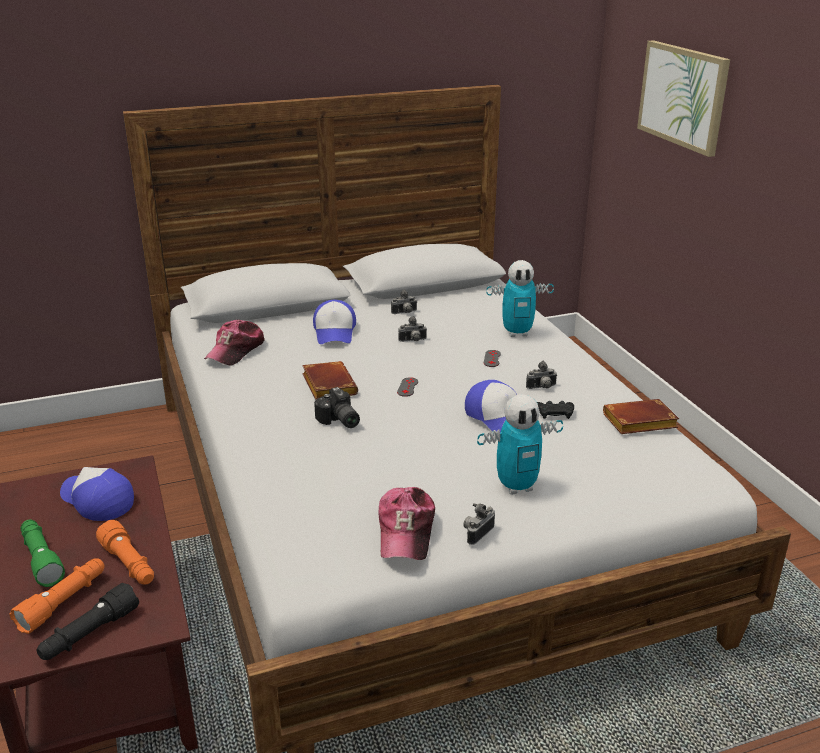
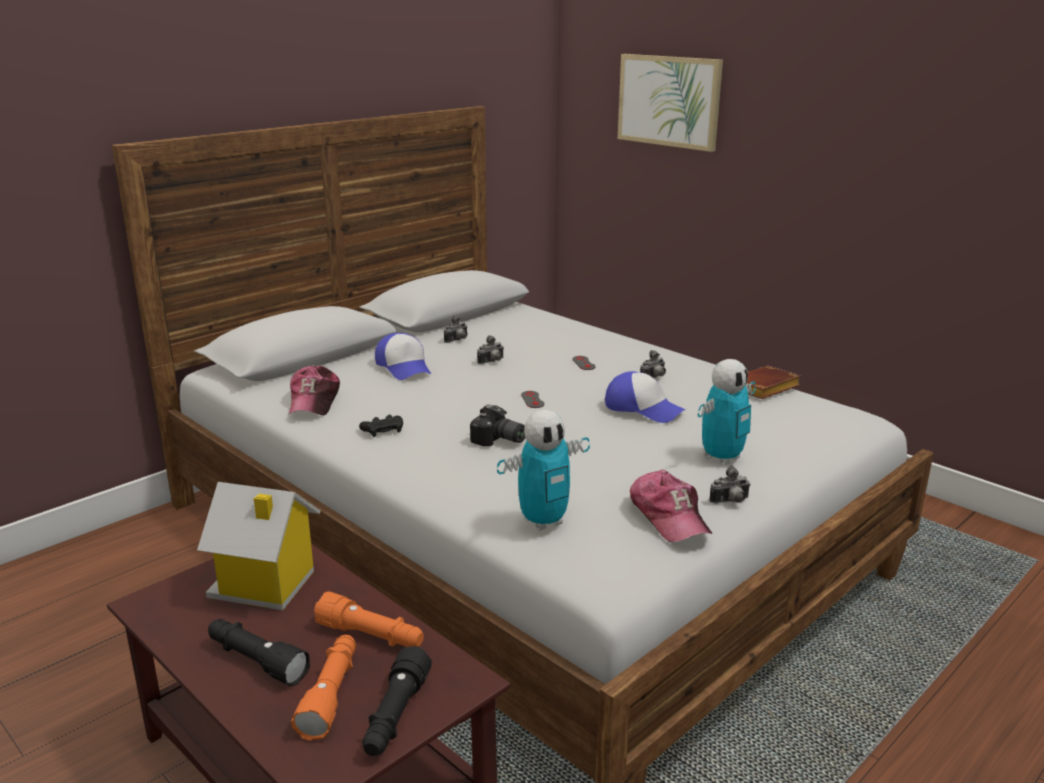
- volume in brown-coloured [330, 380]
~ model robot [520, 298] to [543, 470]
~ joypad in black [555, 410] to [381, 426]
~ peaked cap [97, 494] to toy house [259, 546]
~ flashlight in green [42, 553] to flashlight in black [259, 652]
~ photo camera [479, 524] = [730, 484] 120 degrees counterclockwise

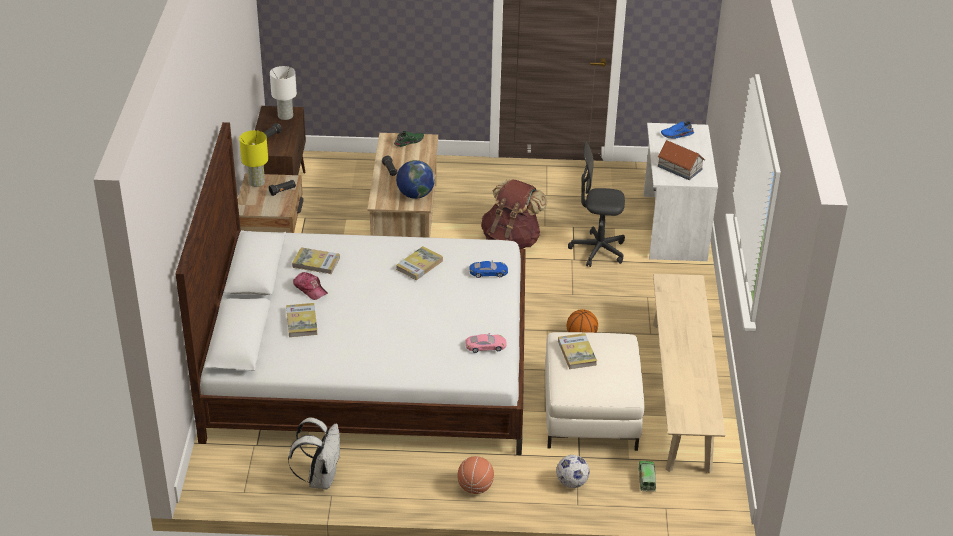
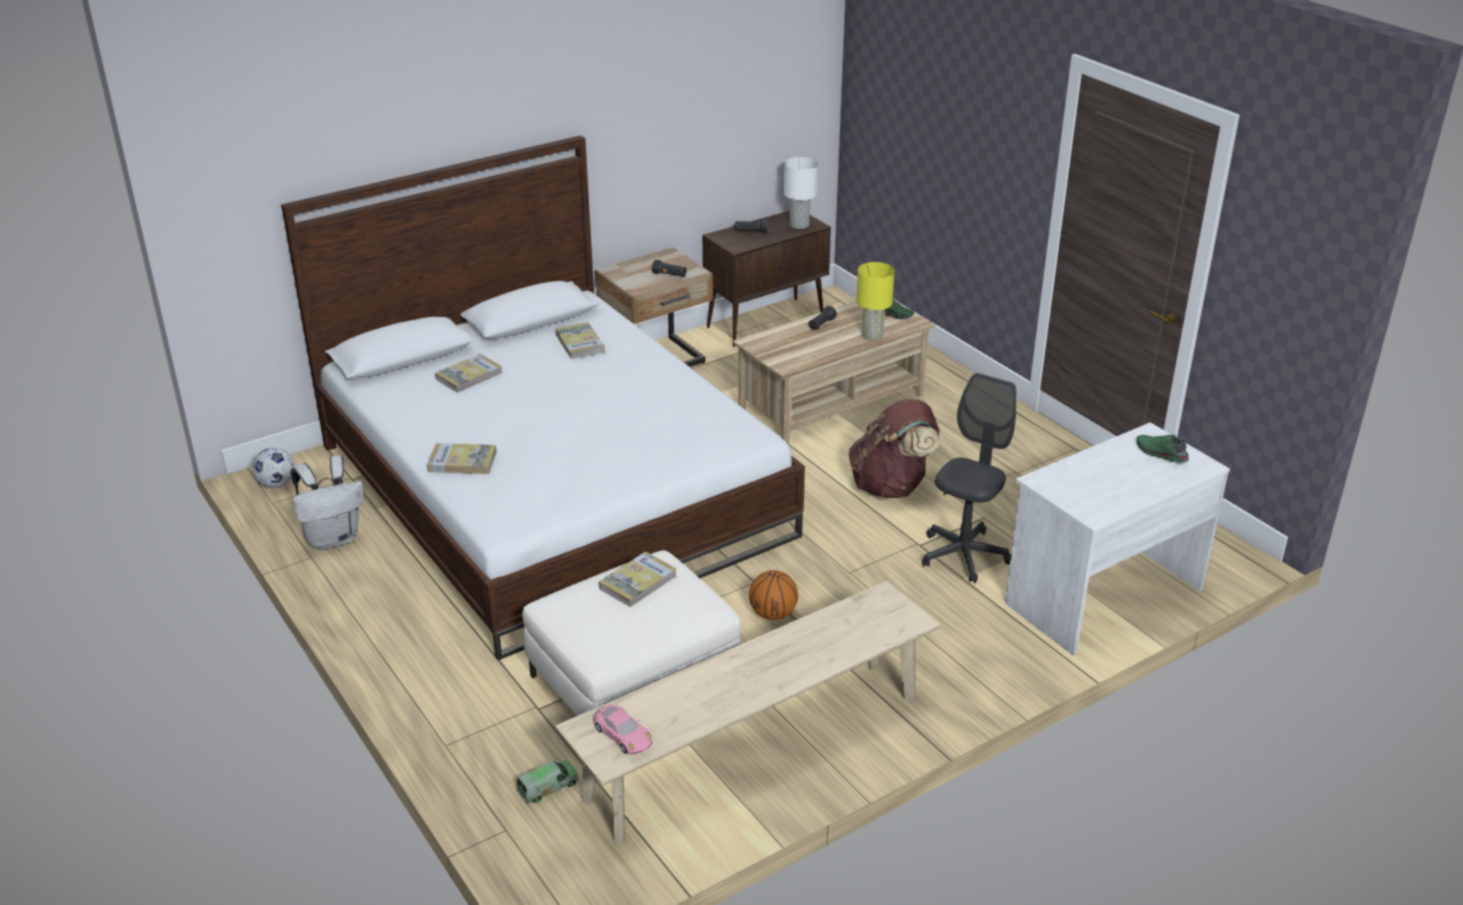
- peaked cap [310, 286]
- world globe [415, 179]
- ball for basketball [475, 475]
- toy car in blue [489, 269]
- toy house [681, 160]
~ tabletop lamp in yellowish [253, 158] to [875, 301]
~ volume [419, 263] to [462, 458]
~ toy car in pink-coloured [486, 343] to [623, 730]
~ football ball [573, 471] to [274, 468]
~ low shoe in blue [677, 130] to low shoe in green [1163, 449]
~ desk chair in grey [596, 204] = [969, 478] 60 degrees clockwise

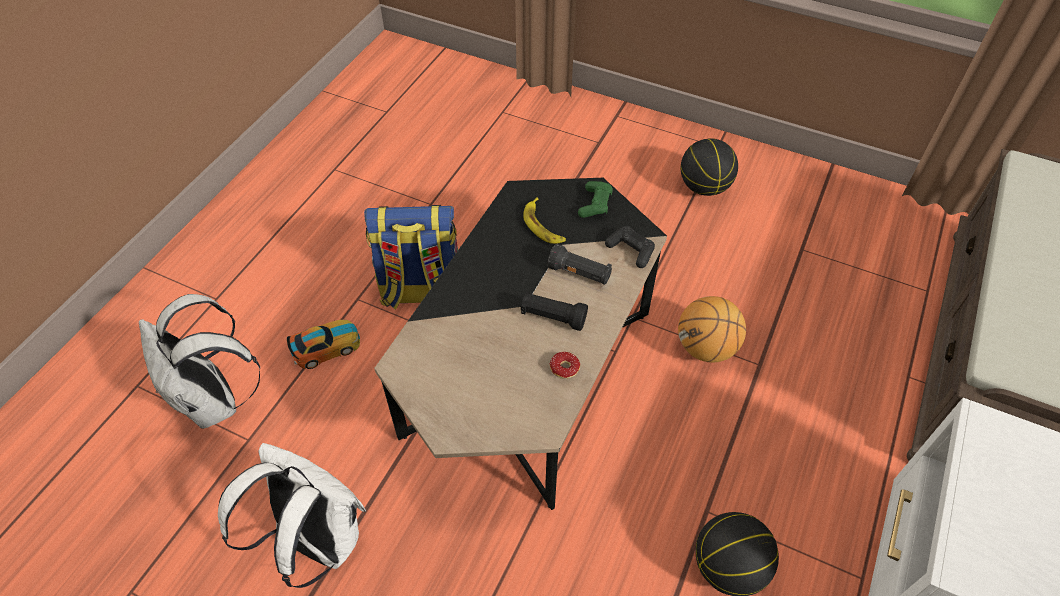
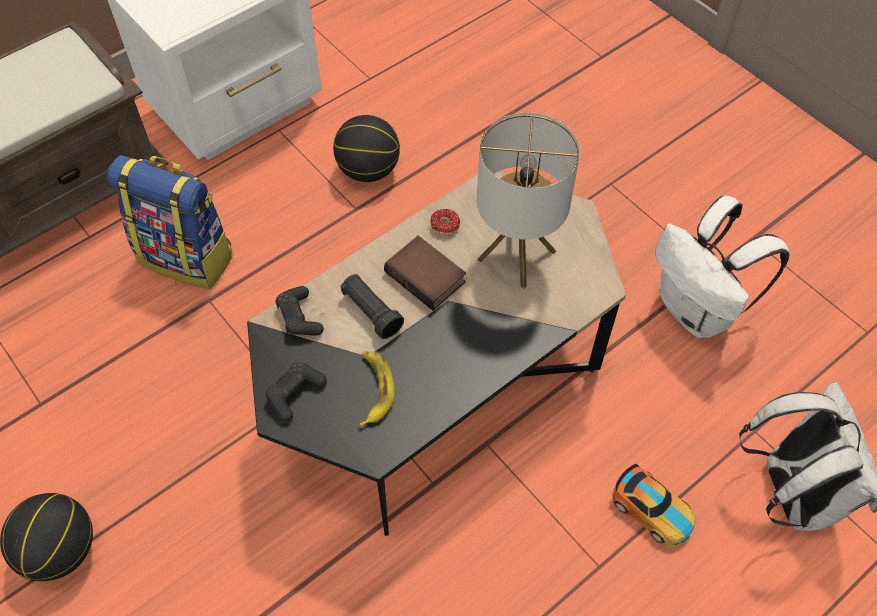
- ball for basketball [712, 329]
+ tabletop lamp [528, 201]
~ backpack [411, 257] to [170, 222]
~ flashlight in black [554, 311] to volume [425, 273]
~ joypad in green [595, 199] to joypad in black [296, 392]
~ toy car [323, 344] = [654, 506] 135 degrees counterclockwise

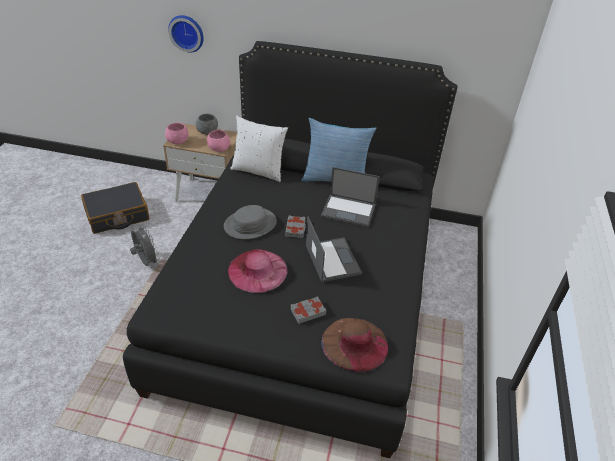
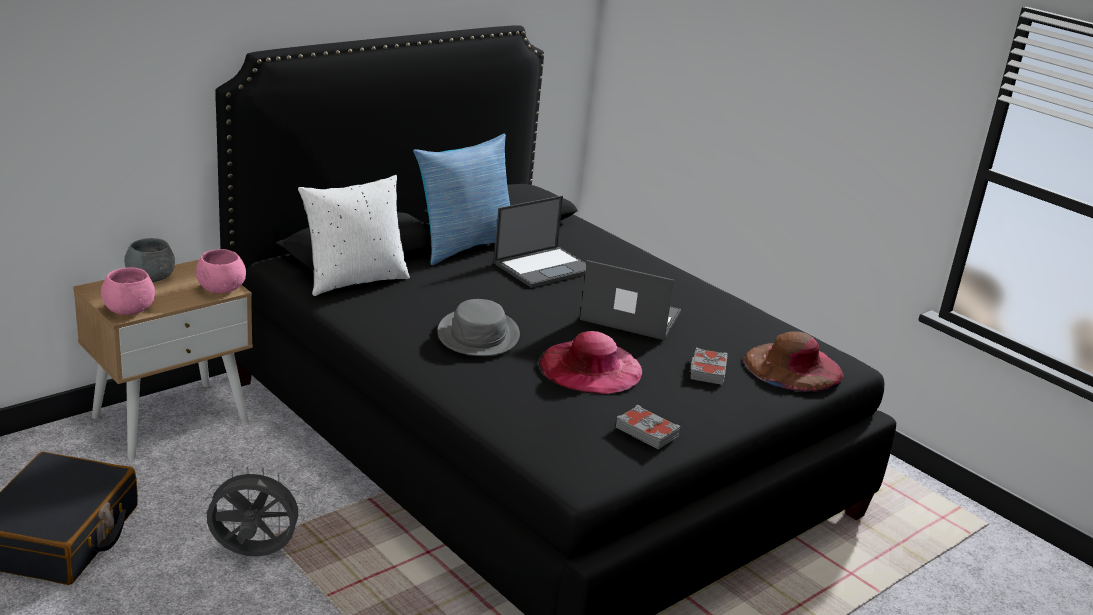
- hanging clock [186, 34]
~ volume in grey [295, 226] to [648, 427]

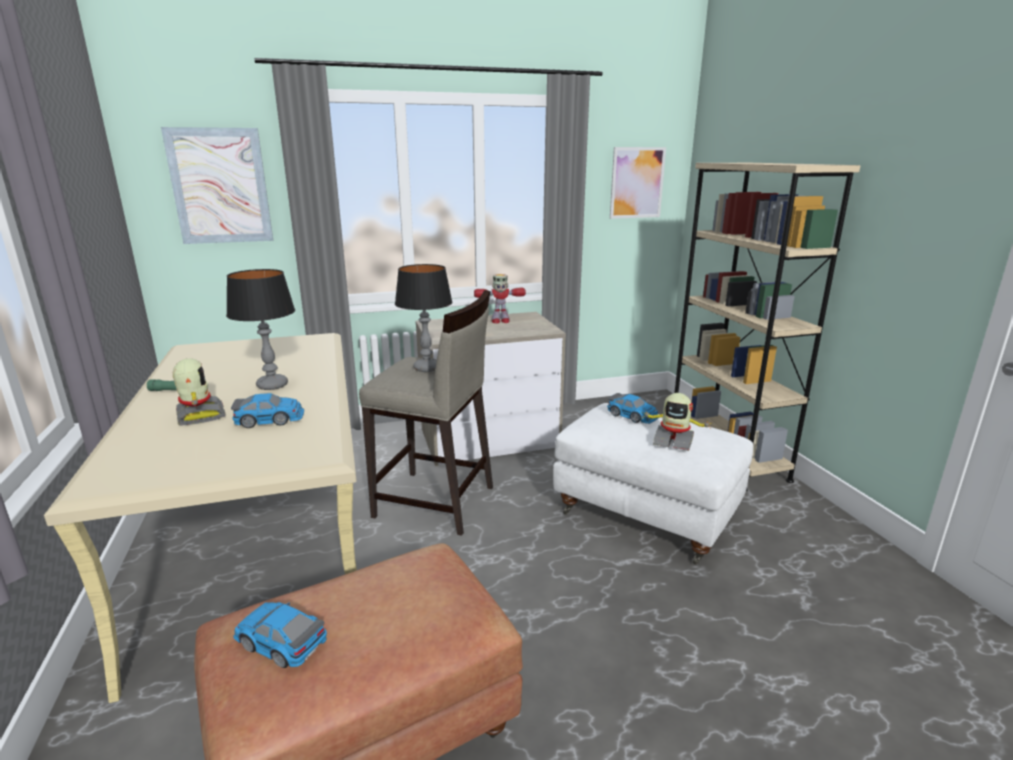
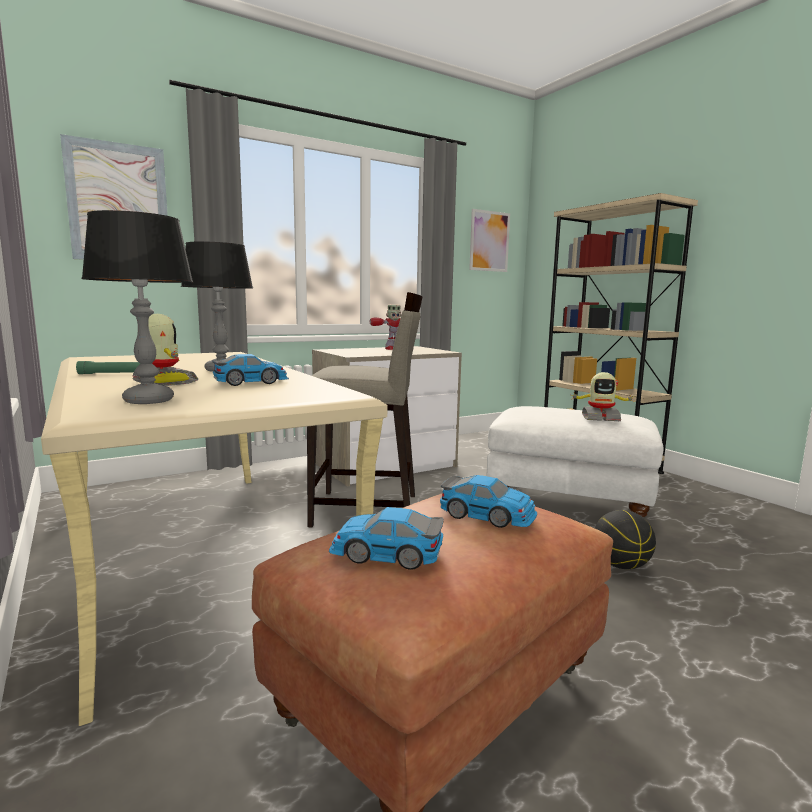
+ ball for basketball [625, 539]
~ tabletop lamp [424, 318] to [137, 307]
~ toy car [632, 408] to [488, 501]

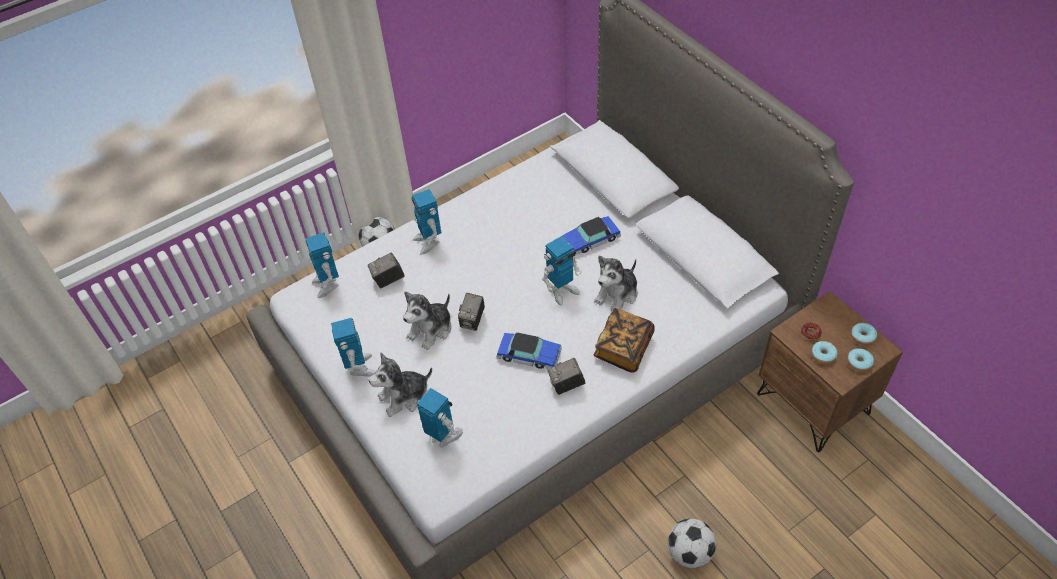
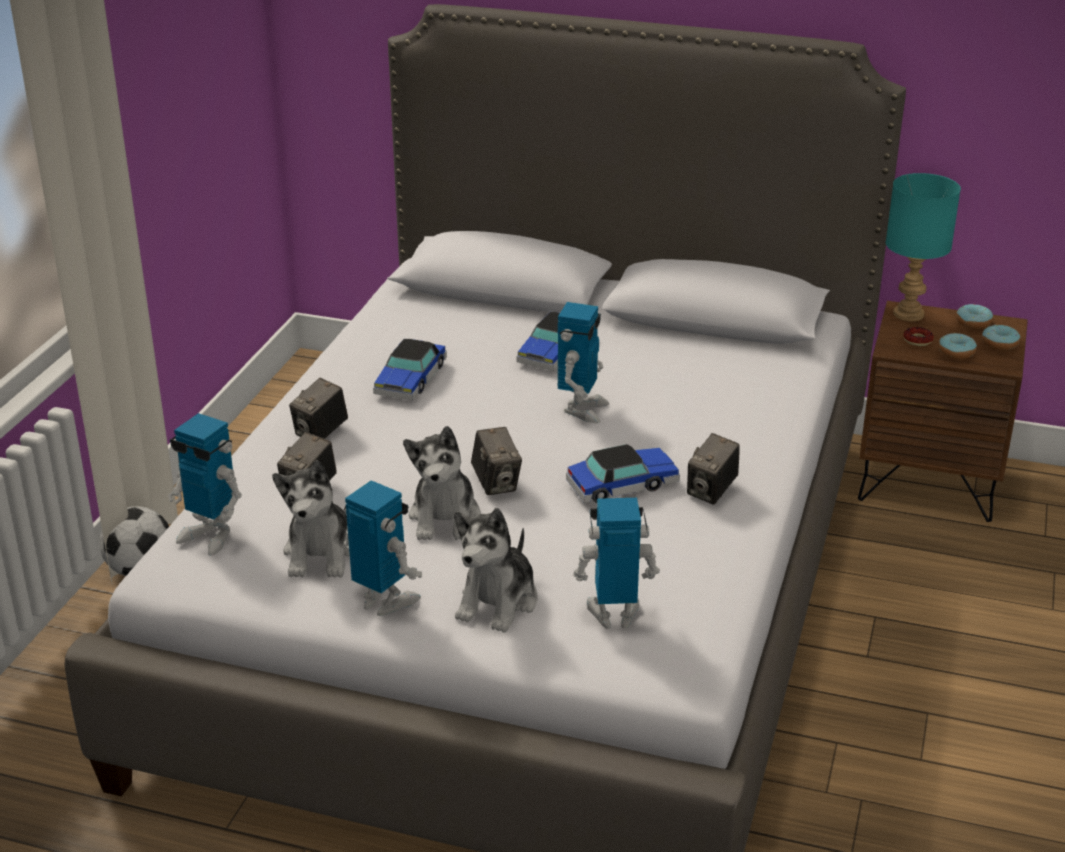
- volume [624, 340]
- football ball [692, 543]
+ toy car [410, 370]
+ tabletop lamp in turquoise [923, 247]
~ cuddly toy [615, 283] to [311, 519]
~ model robot [426, 222] to photo camera [318, 408]

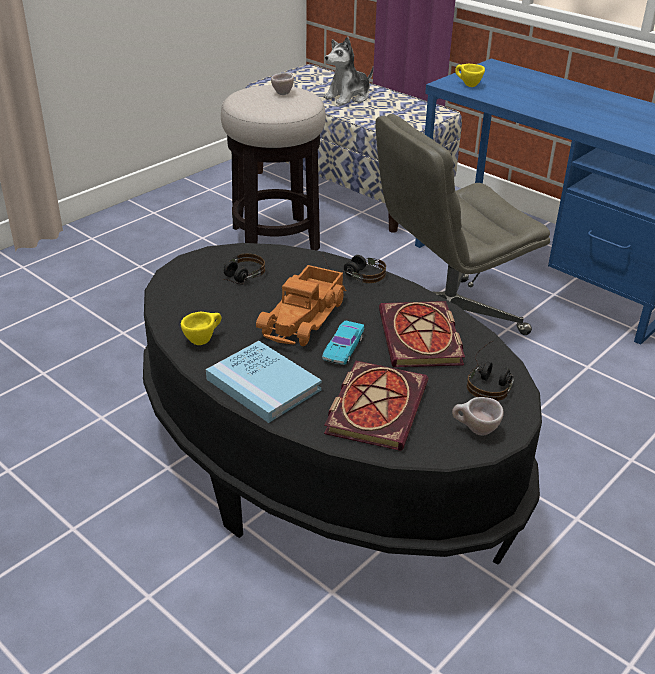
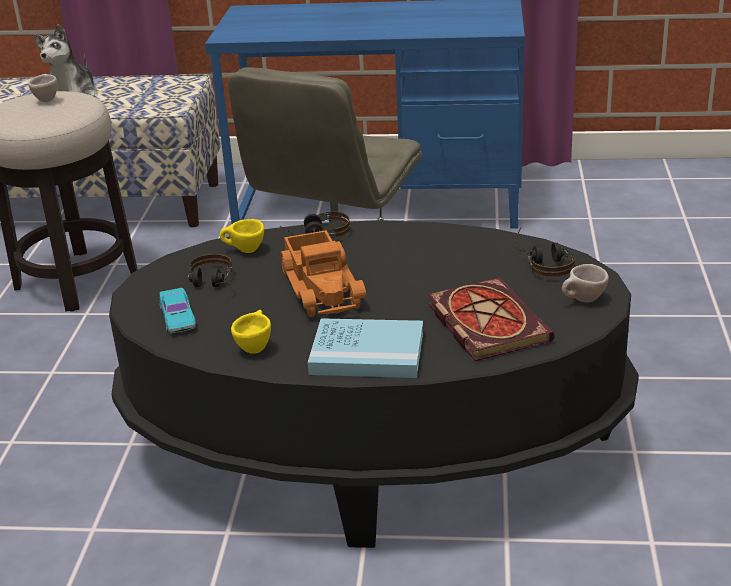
- volume [422, 334]
~ toy car in turquoise [343, 343] to [177, 310]
~ small cup in yellowish [470, 75] to [242, 236]

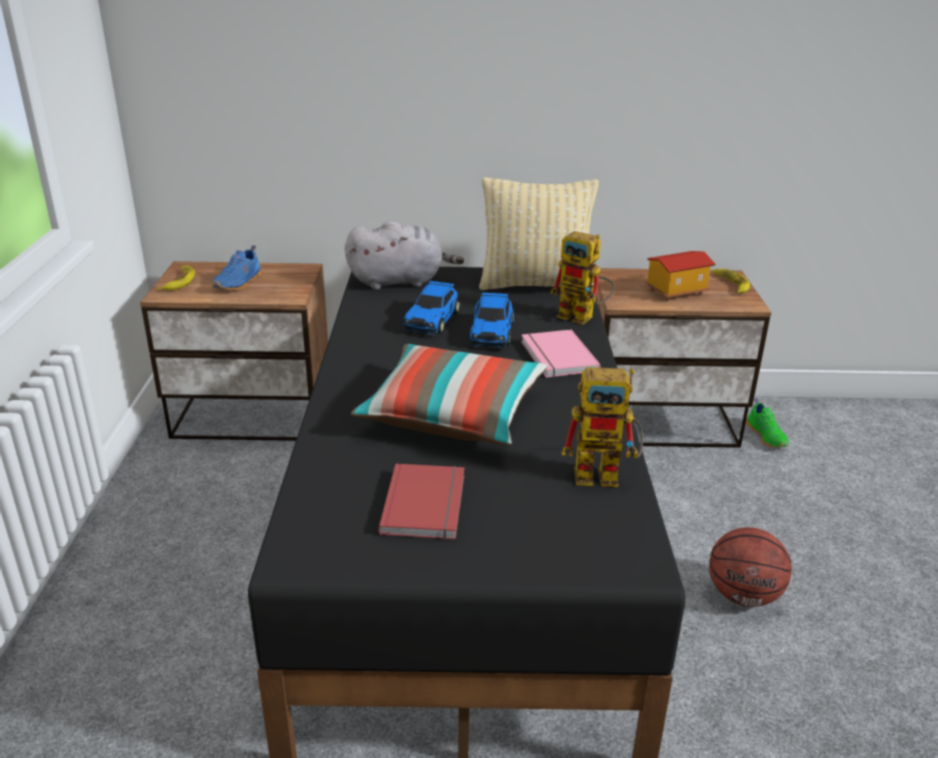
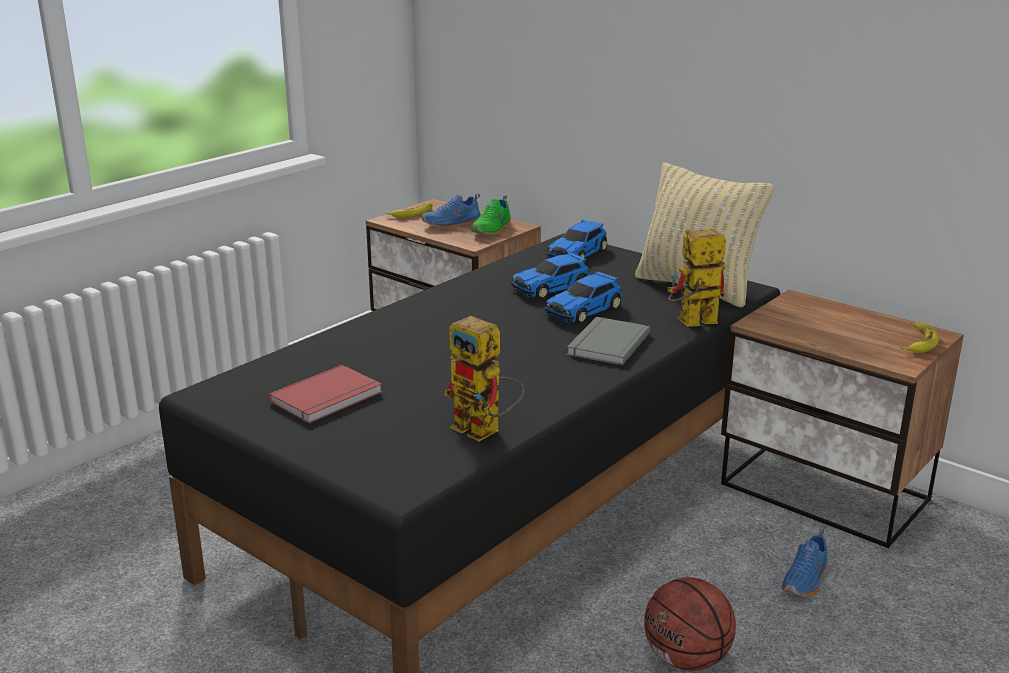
- throw pillow [449, 394]
- toy house [679, 276]
+ low shoe in blue [804, 563]
~ low shoe in green [767, 423] to [491, 215]
~ cuddly toy in grey [404, 255] to toy car [577, 240]
~ volume in pink-coloured [561, 353] to volume in grey [608, 341]
~ model robot [582, 278] = [696, 278] 90 degrees clockwise

